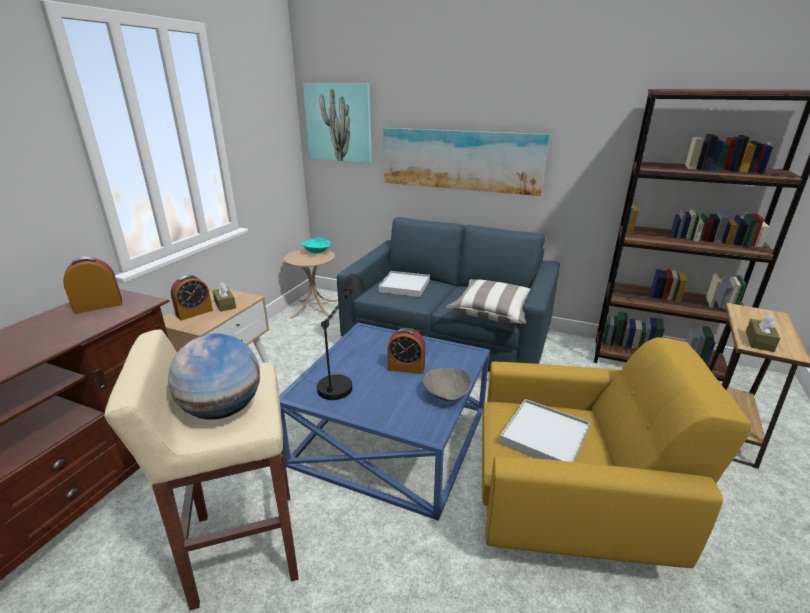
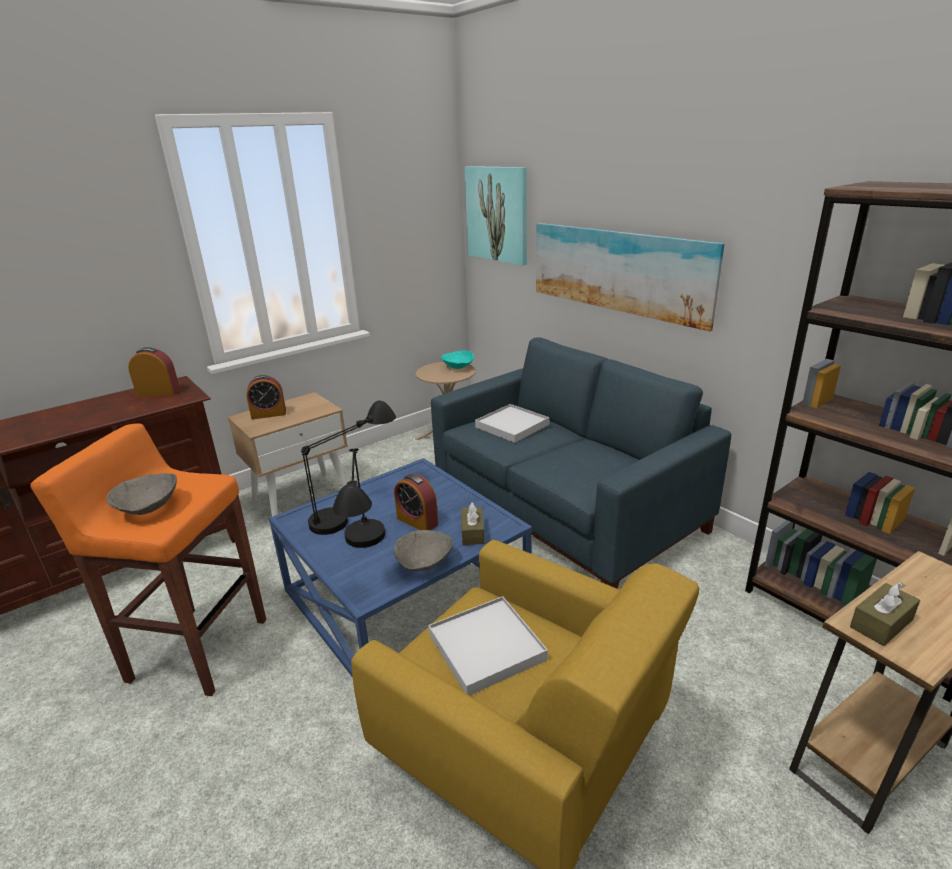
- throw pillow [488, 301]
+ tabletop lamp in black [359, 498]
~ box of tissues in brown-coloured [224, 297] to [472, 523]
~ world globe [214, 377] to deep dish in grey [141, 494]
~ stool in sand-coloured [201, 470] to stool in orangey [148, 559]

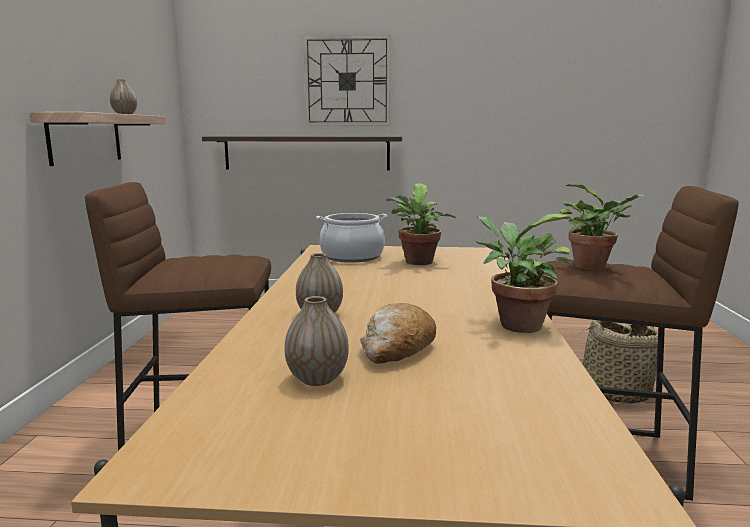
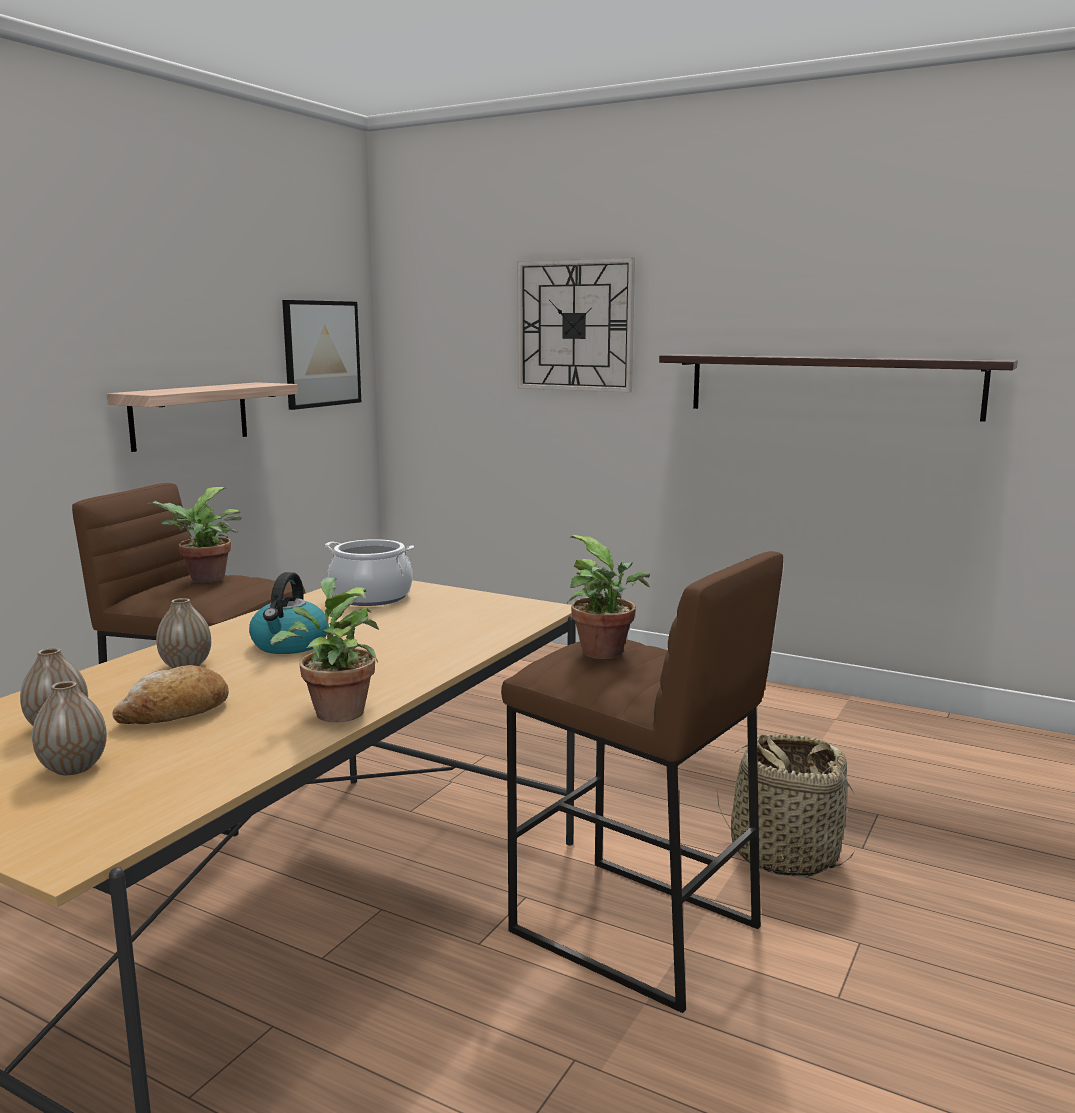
+ kettle [289, 613]
+ picture [321, 355]
~ vase [123, 96] to [69, 728]
~ shelf [302, 153] to [838, 388]
~ plant in a pot [421, 224] to [194, 535]

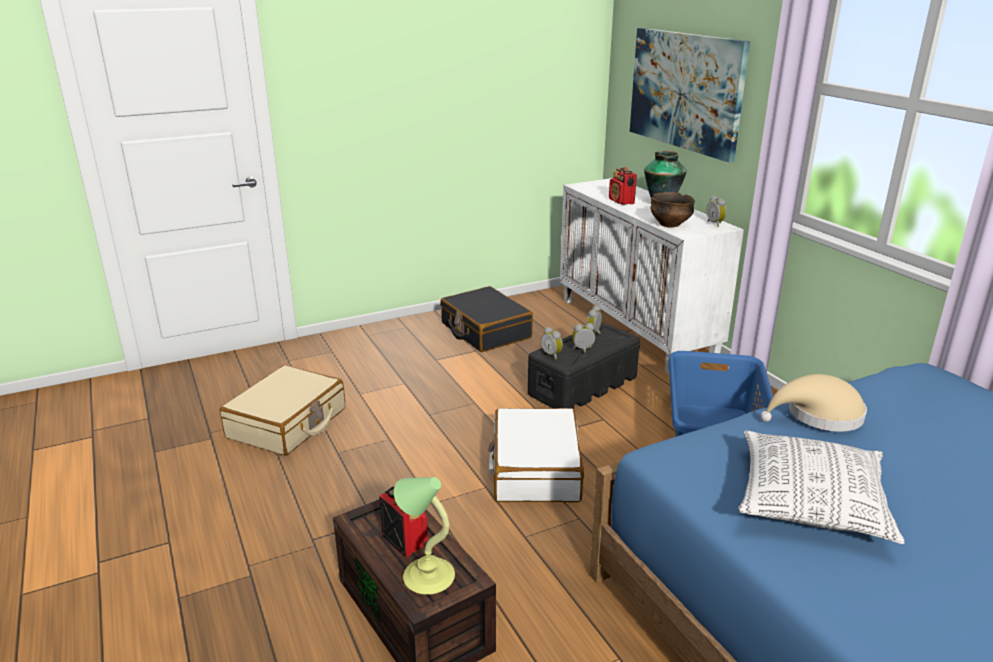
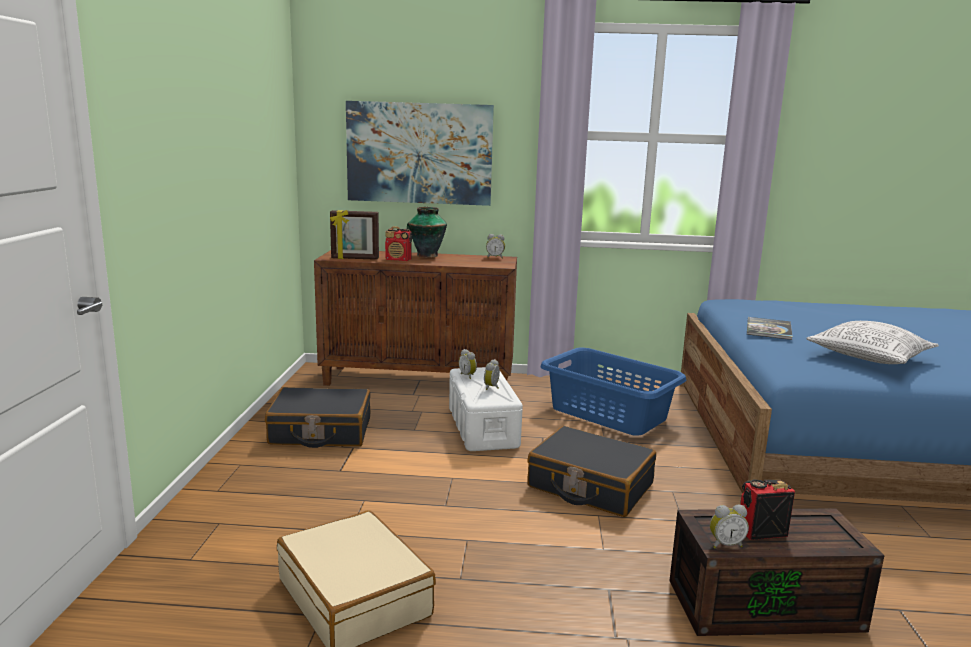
- tabletop lamp [424, 536]
- deep dish [672, 210]
+ photo frame [354, 235]
~ table clock [552, 343] to [729, 526]
~ clothing hat in sand-coloured [813, 403] to volume [770, 328]
~ travel case in white-coloured [536, 455] to travel case in black [591, 471]
~ storage box in black [584, 366] to storage box in white-coloured [486, 409]
~ storage cabinet in white-coloured [652, 276] to storage cabinet in brown-coloured [415, 318]

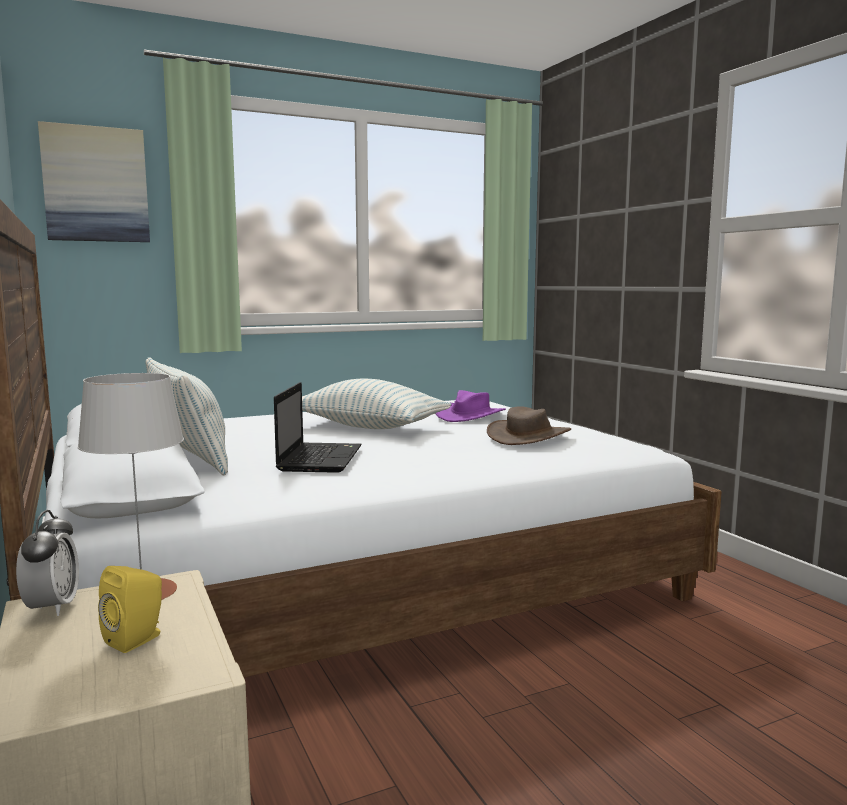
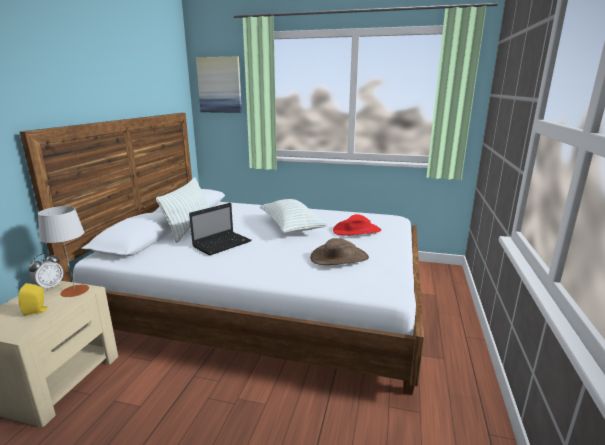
~ clothing hat in purplish [470, 406] to clothing hat in reddish [357, 225]

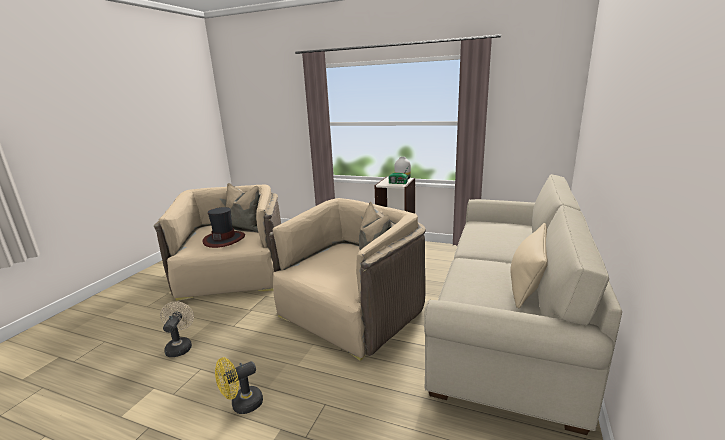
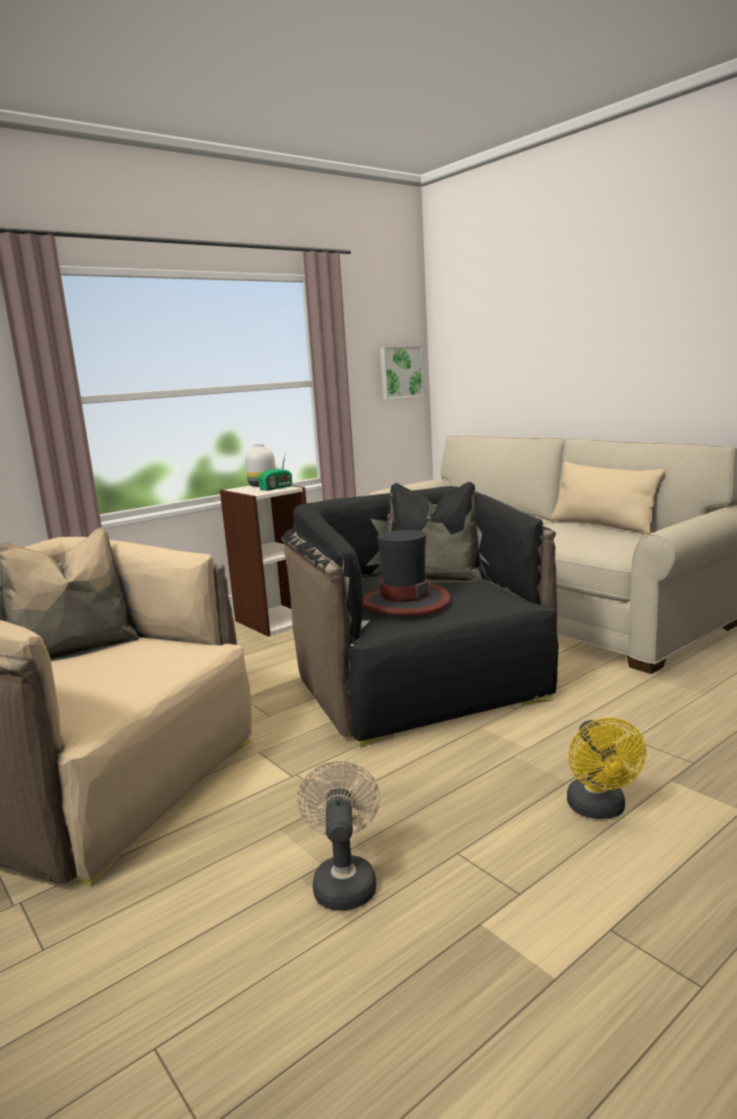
+ picture [402, 373]
~ clothing hat [223, 227] to [407, 573]
~ armchair in sand-coloured [347, 279] to armchair in black [420, 615]
~ electric fan in sand-coloured [177, 329] = [338, 835] 60 degrees clockwise

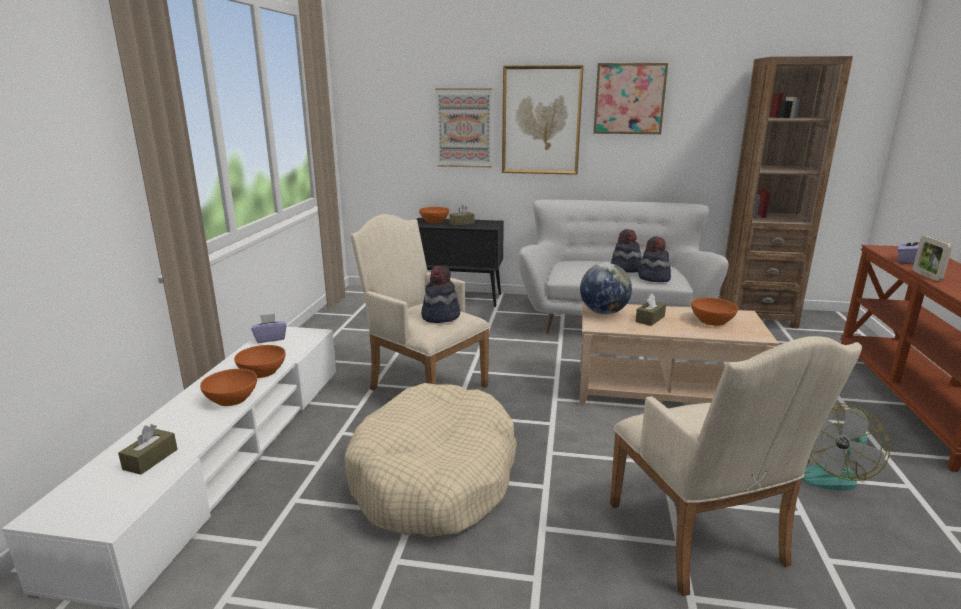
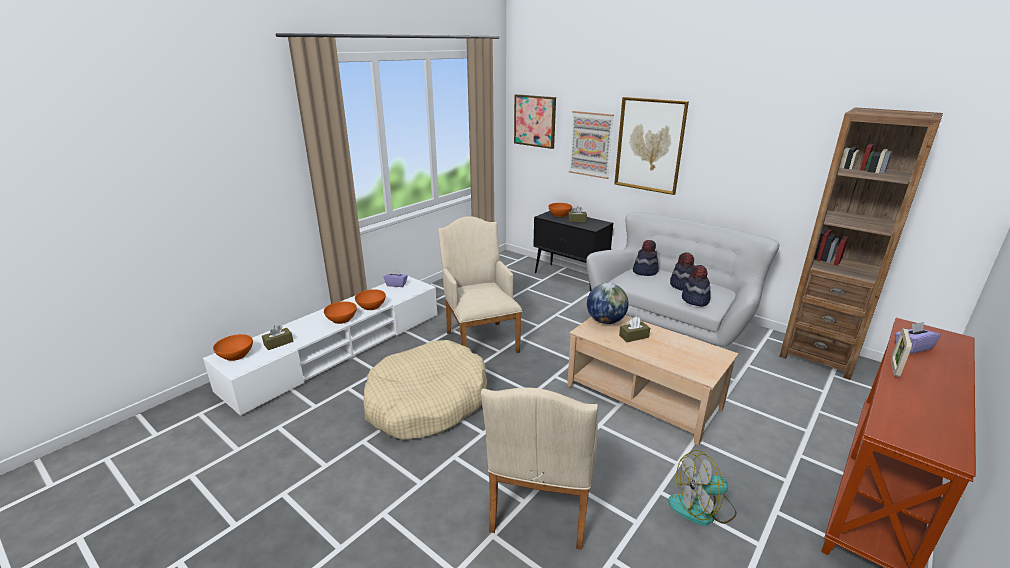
~ clothing hat [440, 294] to [646, 258]
~ picture [630, 98] to [535, 121]
~ deep dish in orangey [714, 312] to [233, 347]

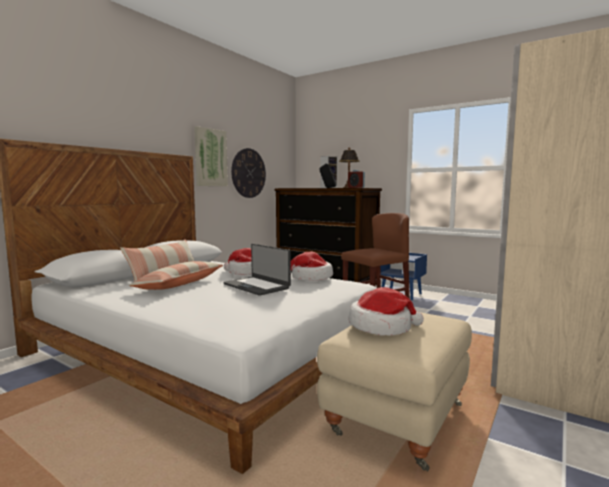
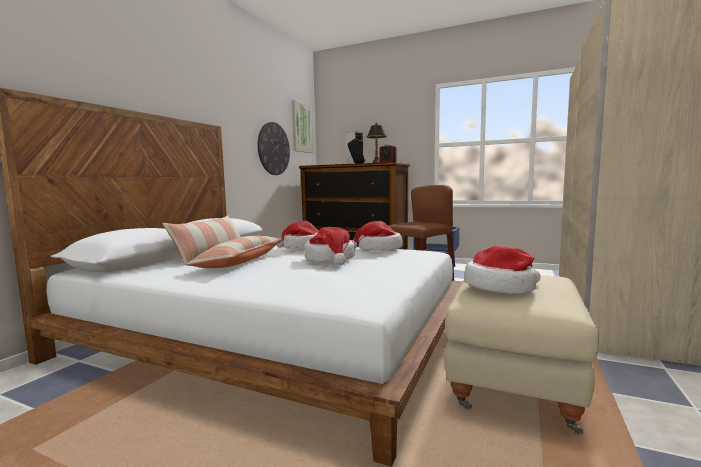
~ picture [211, 156] to [302, 126]
~ notebook computer [257, 270] to clothing hat [330, 246]

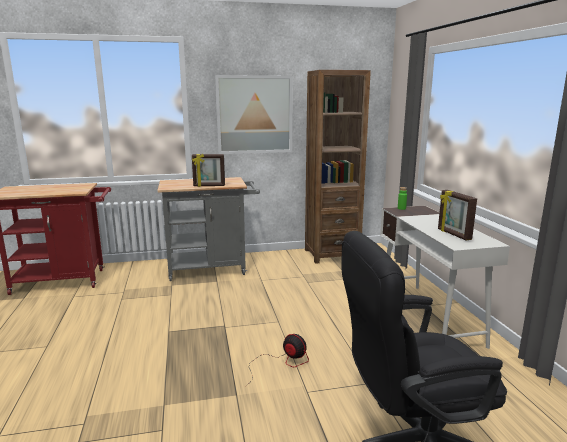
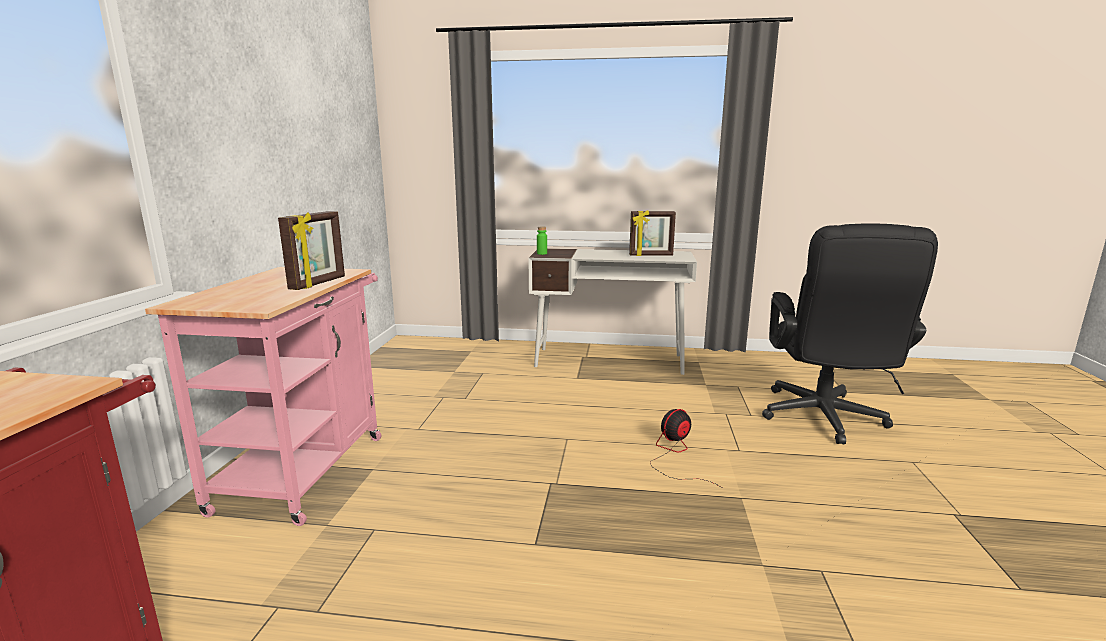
- picture [254, 114]
- shelving unit in brown-coloured [338, 167]
~ trolley in grey [208, 229] to trolley in pink-coloured [263, 396]

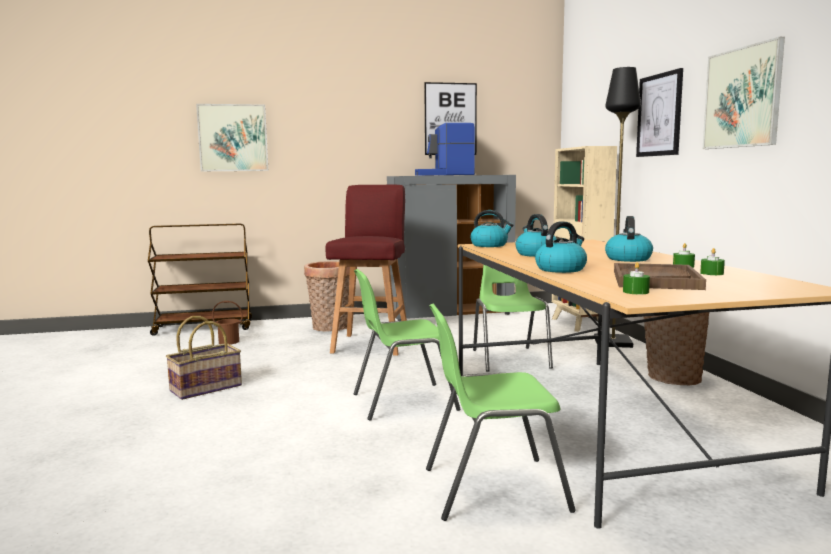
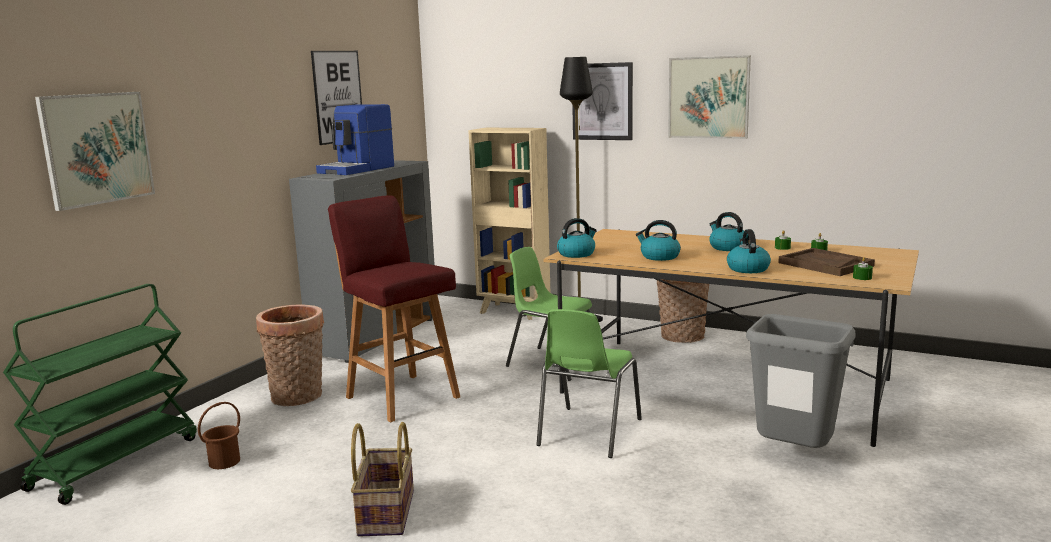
~ plain chair in green [501, 412] to rubbish bin in grey [800, 381]
~ trolley in brown-coloured [200, 280] to trolley in green [100, 394]

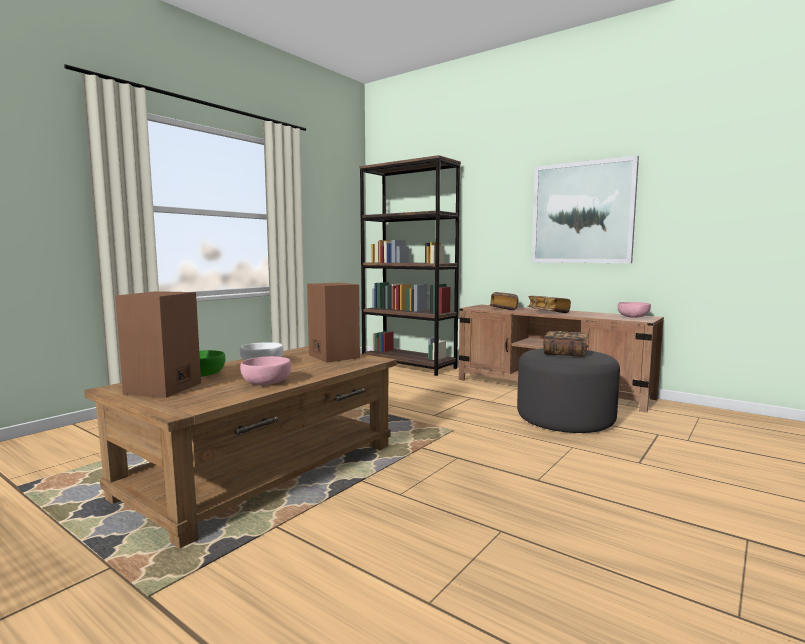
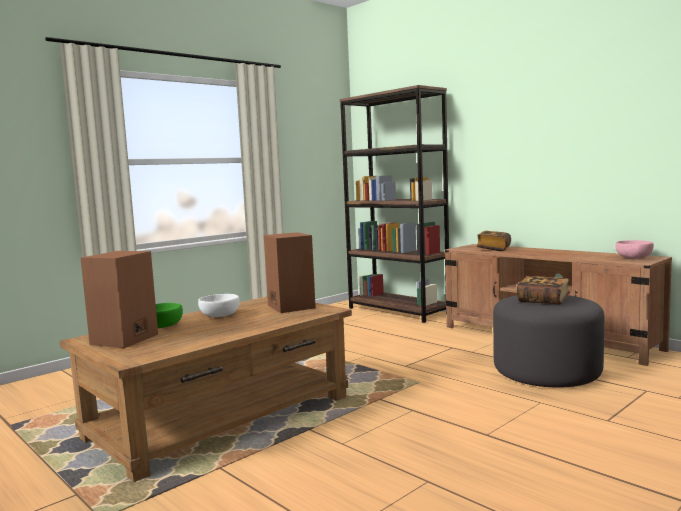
- deep dish in pink-coloured [265, 370]
- volume [549, 304]
- picture [585, 209]

